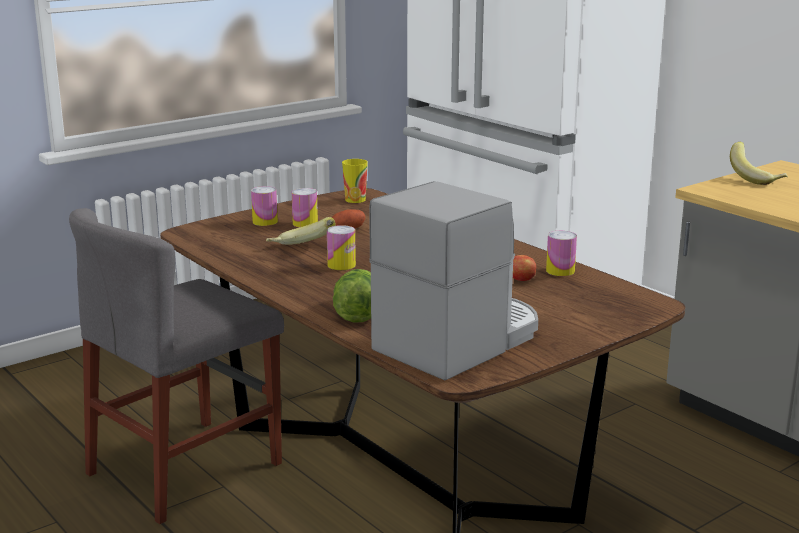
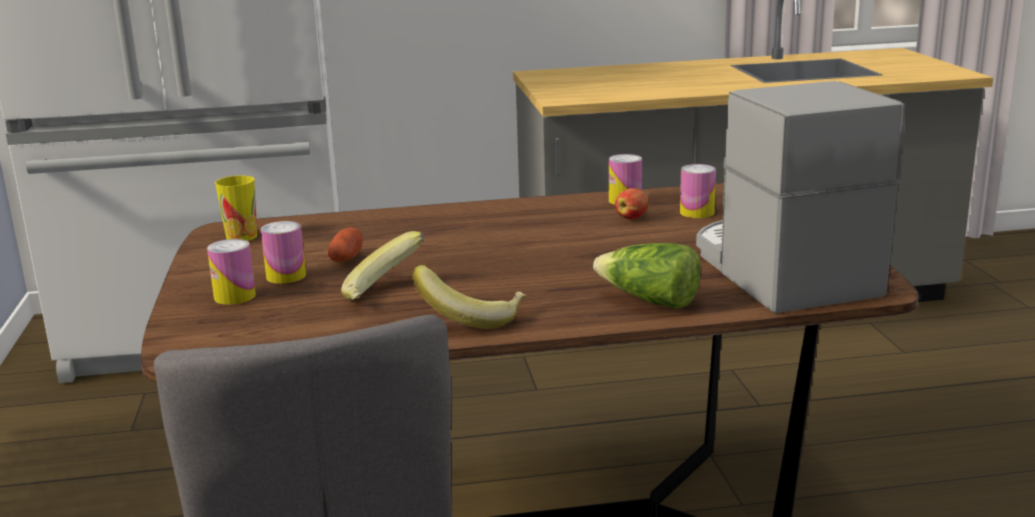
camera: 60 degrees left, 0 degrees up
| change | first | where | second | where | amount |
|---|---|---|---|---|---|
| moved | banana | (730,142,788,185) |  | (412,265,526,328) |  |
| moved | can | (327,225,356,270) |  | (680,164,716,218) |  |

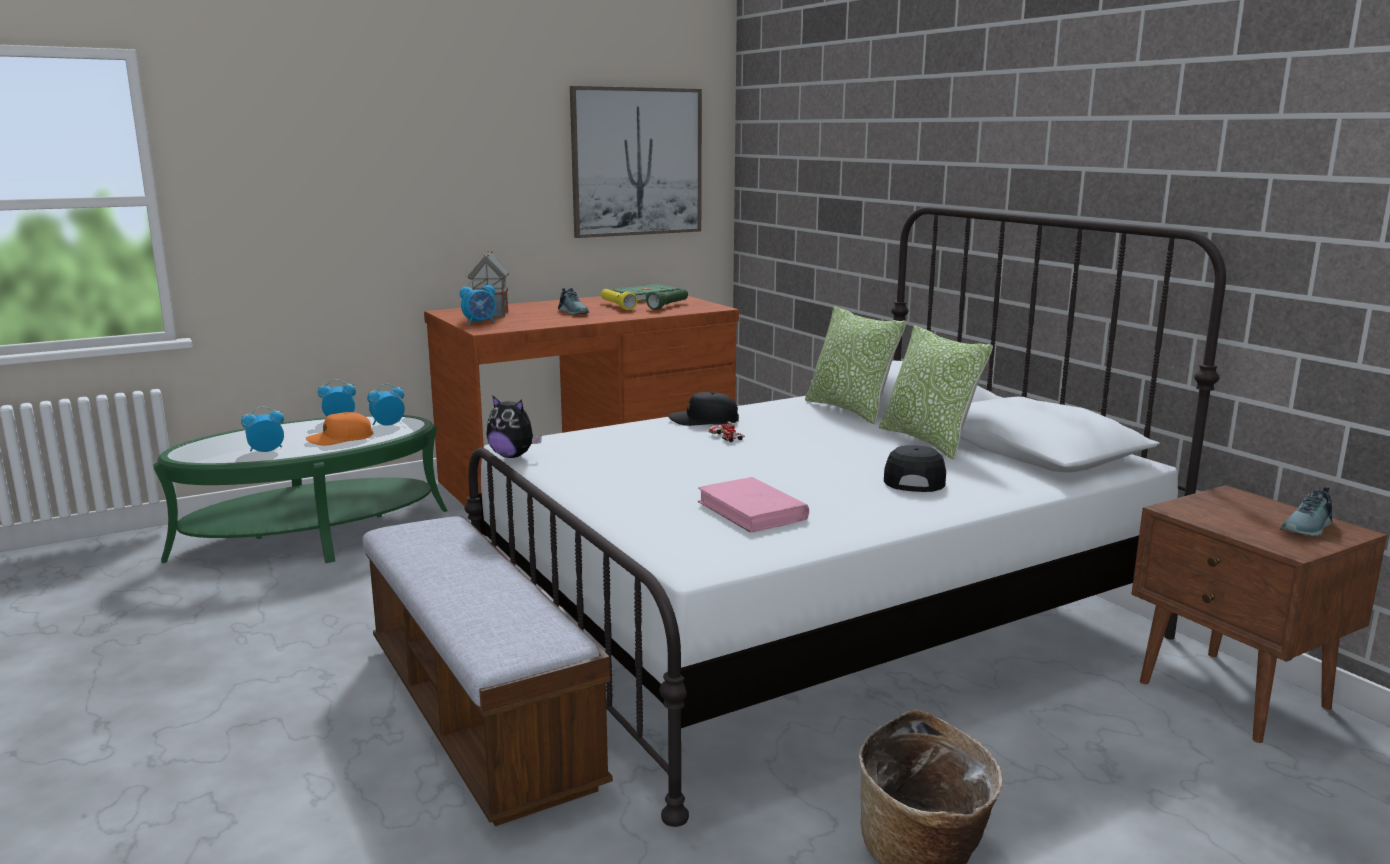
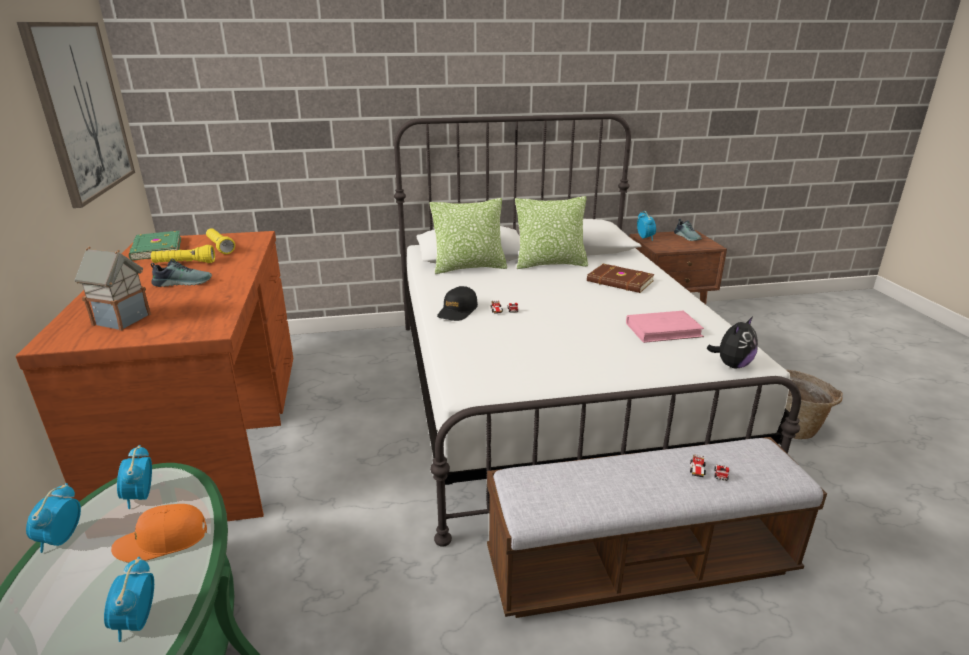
camera: 70 degrees left, 10 degrees up
| change | first | where | second | where | amount |
|---|---|---|---|---|---|
| moved | alarm clock | (460,279,496,325) |  | (637,211,656,241) |  |
| recoloured | green flashlight | (646,289,688,310) | yellow flashlight | (206,228,235,254) |  |
| moved | plush toy | (487,395,542,458) |  | (707,317,758,369) |  |
| turned | orange cap | (306,412,374,446) |  | (111,504,207,562) | 75 degrees clockwise |
| replaced | black cap | (884,445,946,492) | brown book | (587,264,655,293) |  |
| added |  |  | toy car | (690,454,729,481) |  |

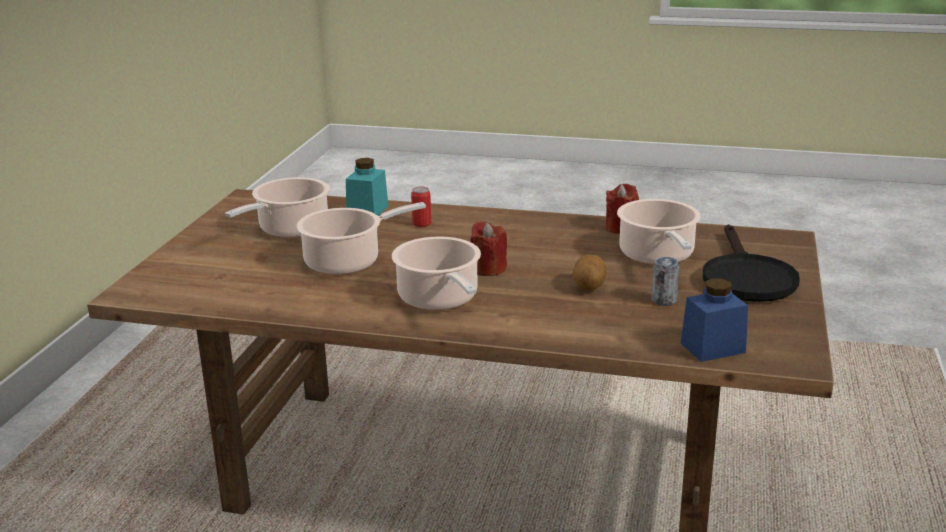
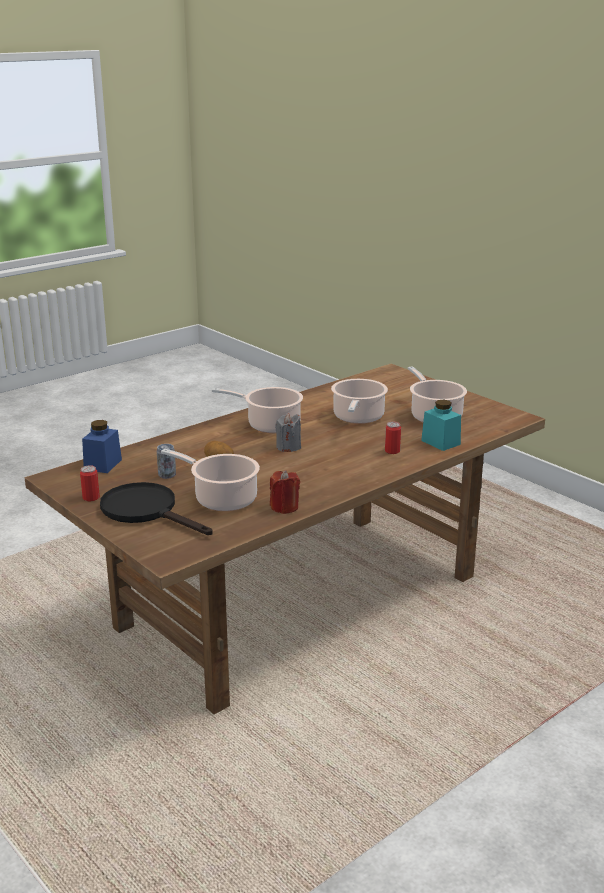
camera: 125 degrees right, 0 degrees up
| change | first | where | second | where | amount |
|---|---|---|---|---|---|
| recoloured | red candle | (471,221,507,276) | grey candle | (275,413,301,452) |  |
| added |  |  | can | (80,465,100,501) |  |

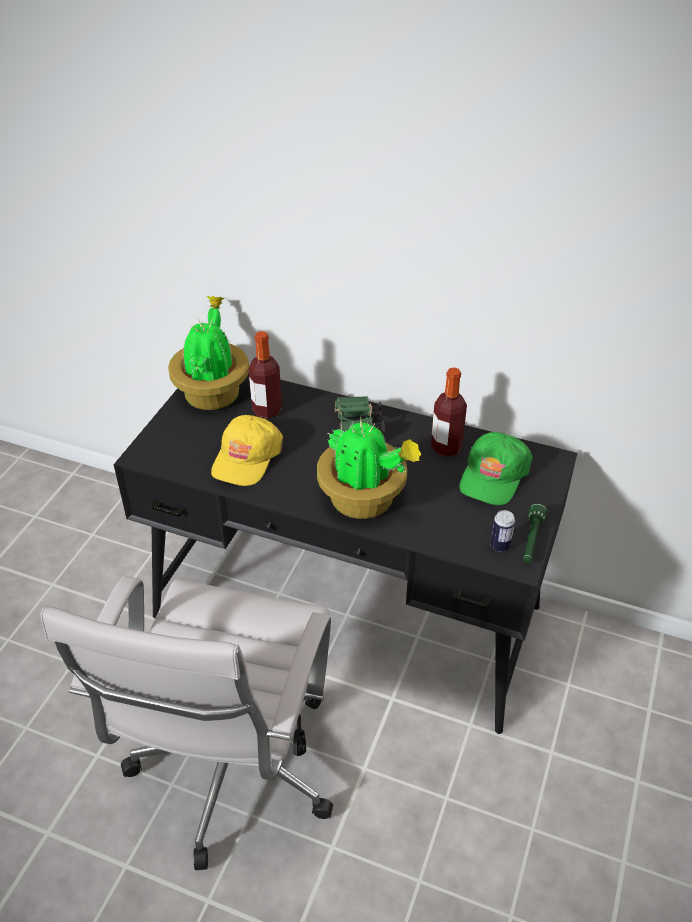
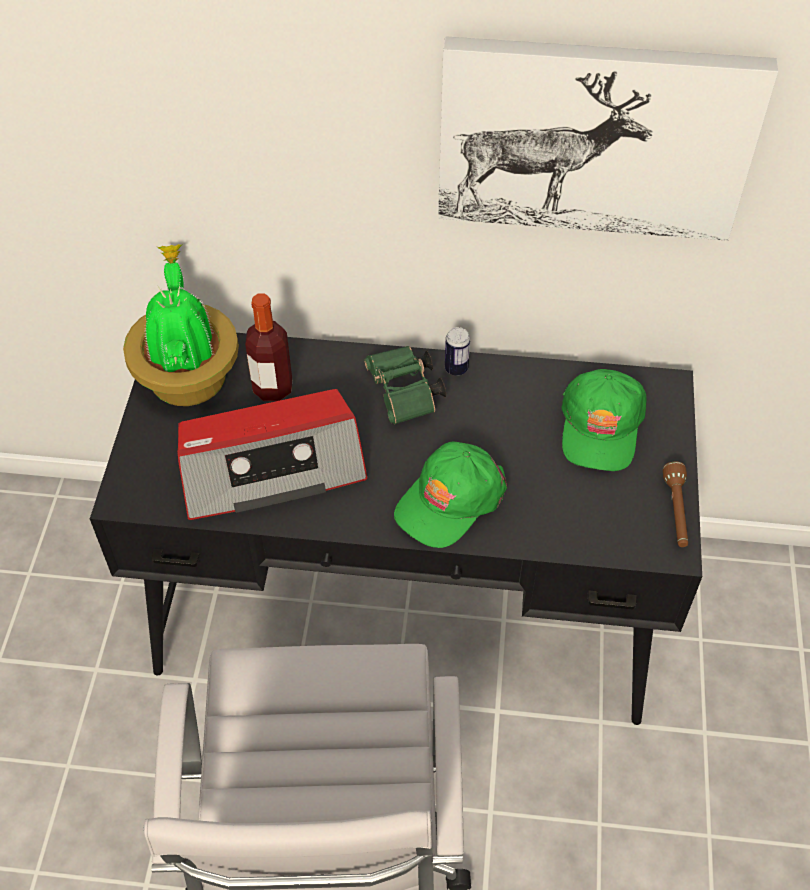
camera: 15 degrees left, 10 degrees up
| change | first | where | second | where | amount |
|---|---|---|---|---|---|
| removed | bottle | (431,367,467,457) |  |  |  |
| replaced | yellow cap | (211,415,283,486) | radio | (177,389,367,520) |  |
| replaced | potted plant | (317,419,421,519) | green cap | (394,441,507,548) |  |
| recoloured | green flashlight | (523,504,547,563) | brown flashlight | (663,462,688,547) |  |
| moved | can | (490,510,515,552) |  | (445,327,470,376) |  |
| added |  |  | picture | (438,36,778,241) |  |

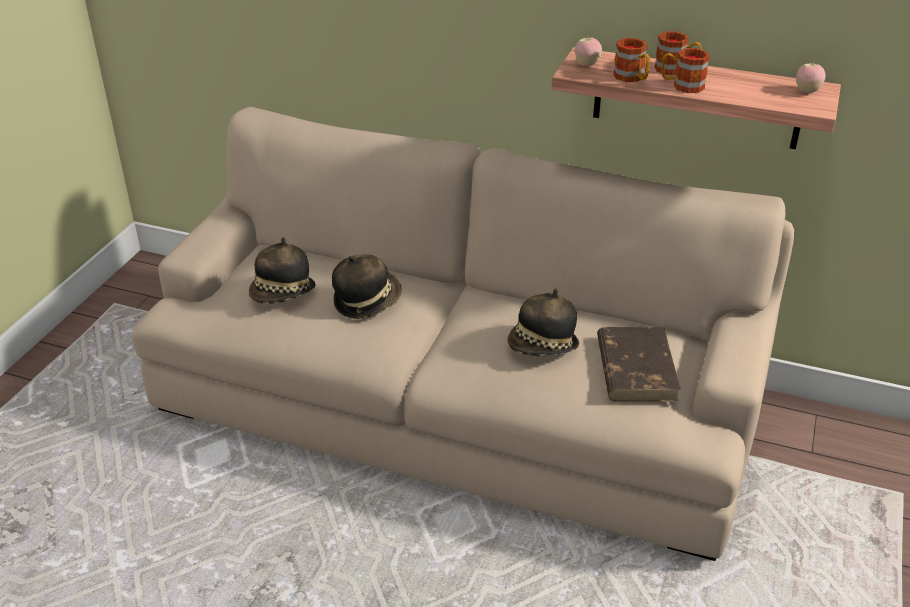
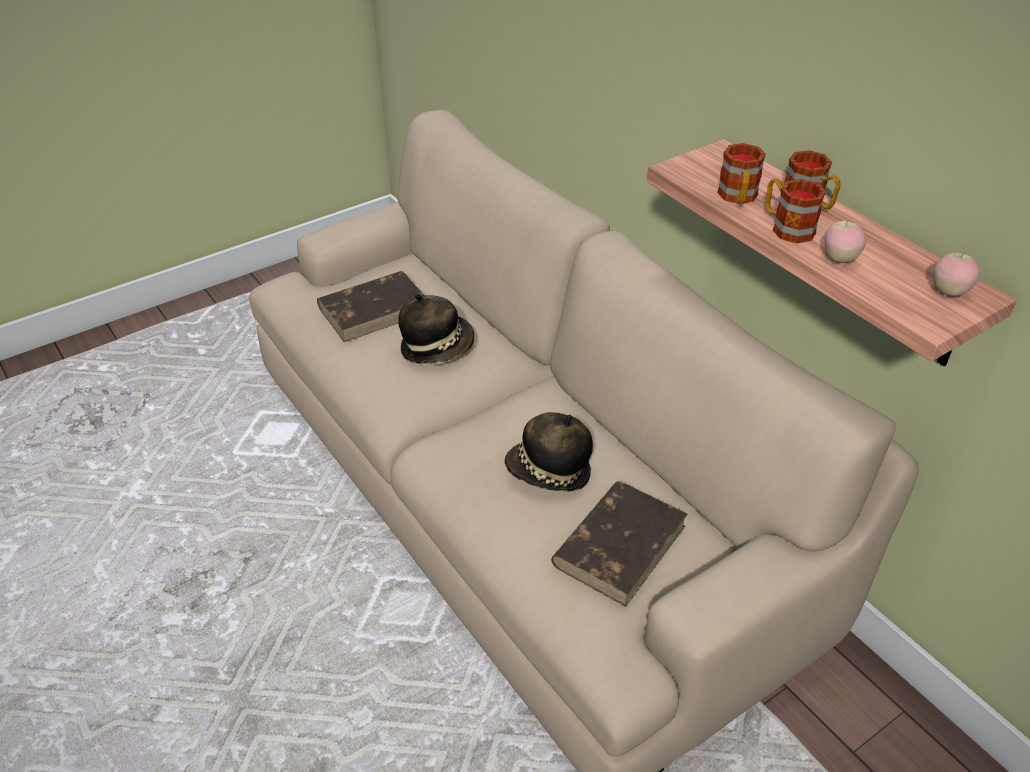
camera: 35 degrees right, 5 degrees up
| change | first | where | second | where | amount |
|---|---|---|---|---|---|
| moved | apple | (575,36,602,66) |  | (825,219,866,263) |  |
| replaced | hat | (249,237,315,304) | brown book | (317,271,425,342) |  |

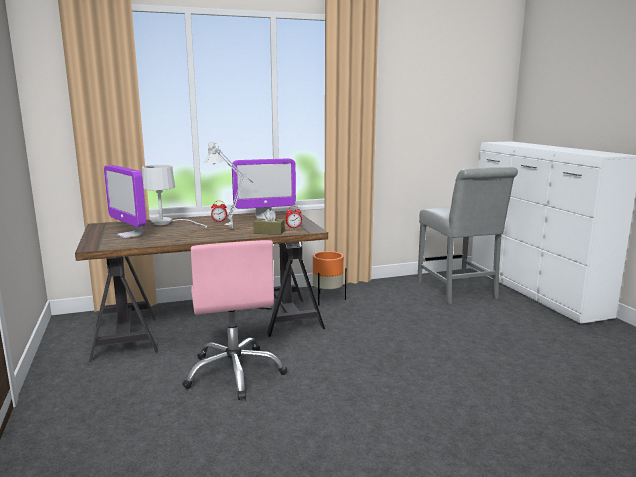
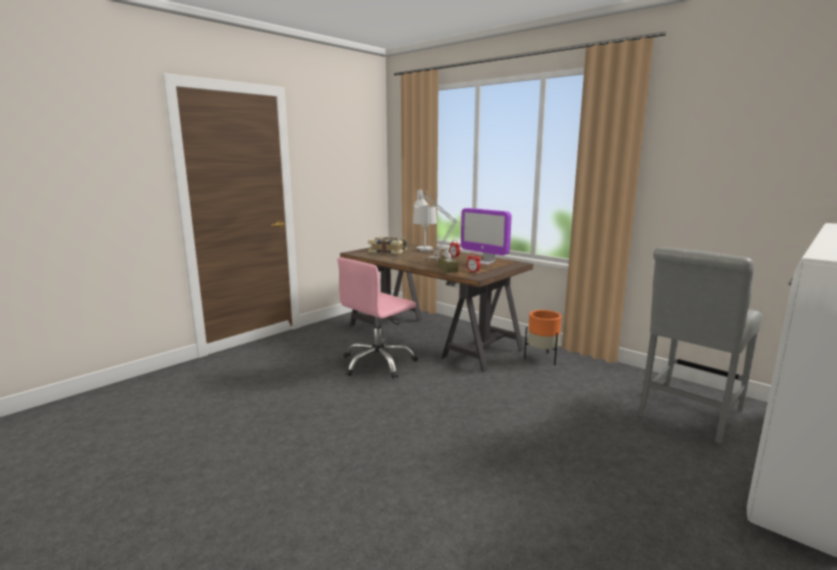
camera: 60 degrees right, 0 degrees up
| change | first | where | second | where | amount |
|---|---|---|---|---|---|
| replaced | monitor | (104,165,146,238) | book | (368,237,407,254) |  |

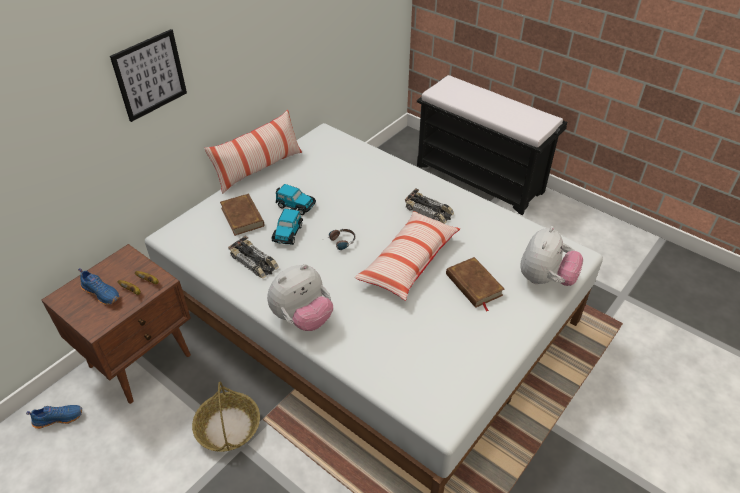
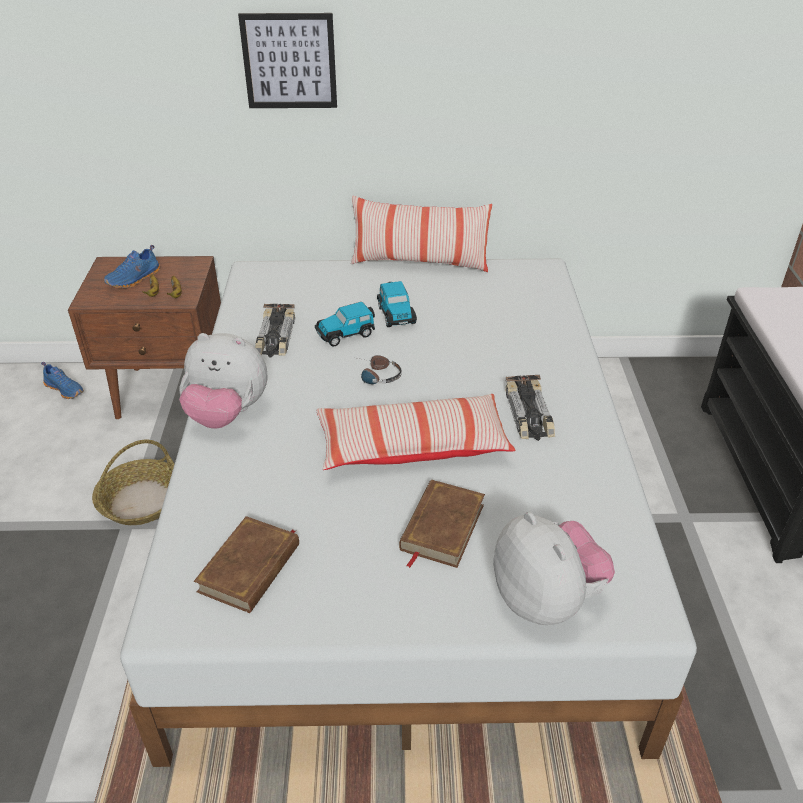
camera: 50 degrees right, 5 degrees down
| change | first | where | second | where | amount |
|---|---|---|---|---|---|
| moved | brown book | (220,194,264,236) |  | (194,516,299,613) |  |
| turned | plush toy | (520,226,583,286) |  | (493,512,615,625) | 105 degrees counterclockwise |
| turned | blue shoe | (78,268,120,305) |  | (104,245,160,288) | 45 degrees clockwise |

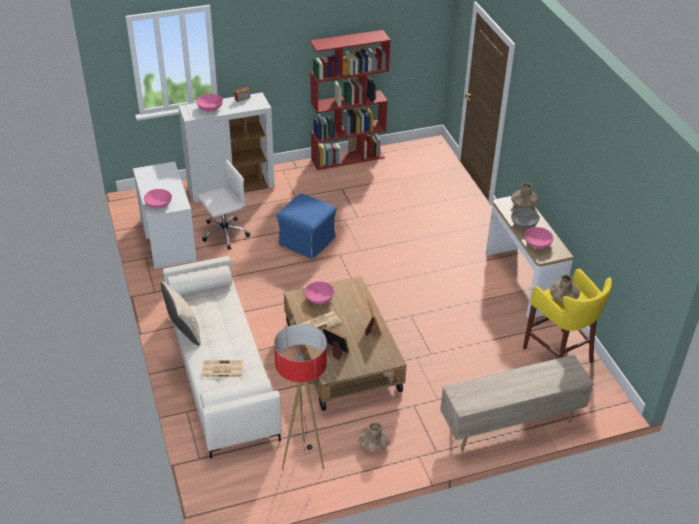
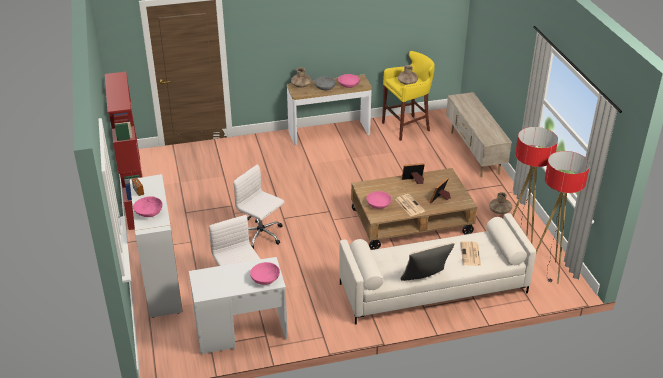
camera: 85 degrees left, 5 degrees down
| change | first | where | second | where | amount |
|---|---|---|---|---|---|
| replaced | blue ottoman | (276,193,337,259) | white office chair | (233,165,285,249) |  |
| added |  |  | floor lamp | (536,151,590,284) |  |

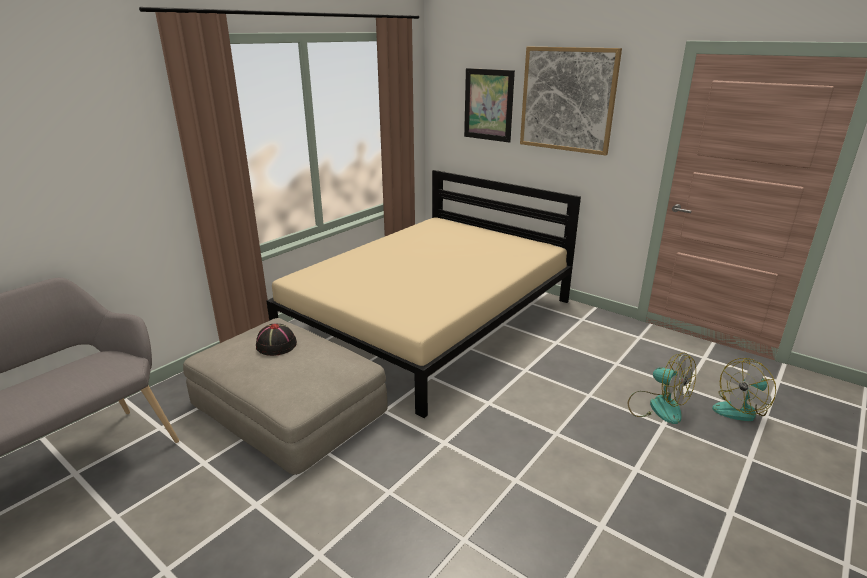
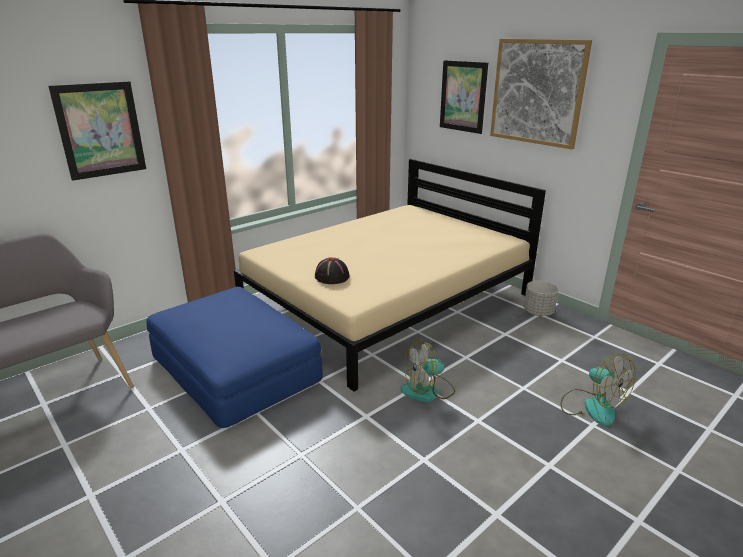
camera: 10 degrees right, 0 degrees up
| change | first | where | second | where | amount |
|---|---|---|---|---|---|
| recoloured | beige ottoman | (183,318,388,475) | blue ottoman | (146,287,323,428) |  |
| moved | black hat | (256,324,297,356) |  | (315,257,349,284) |  |
| moved | fan | (712,358,776,421) |  | (400,339,455,402) |  |
| added |  |  | picture | (49,81,146,181) |  |
| added |  |  | grey planter | (524,281,558,316) |  |

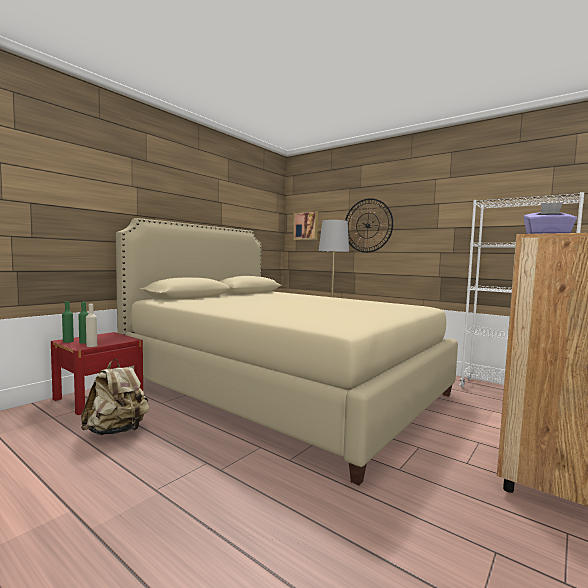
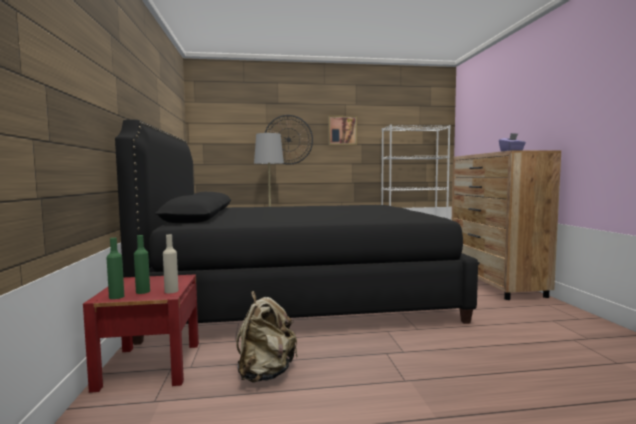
camera: 45 degrees left, 0 degrees up
| change | first | where | second | where | amount |
|---|---|---|---|---|---|
| moved | picture | (293,210,318,240) |  | (328,116,357,145) |  |
| recoloured | beige bed | (116,218,458,485) | black bed | (115,119,478,345) |  |

